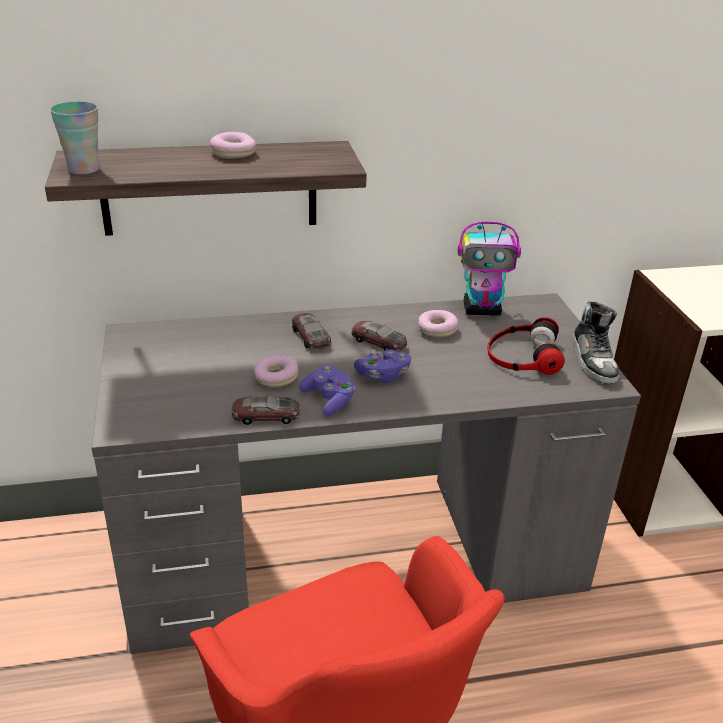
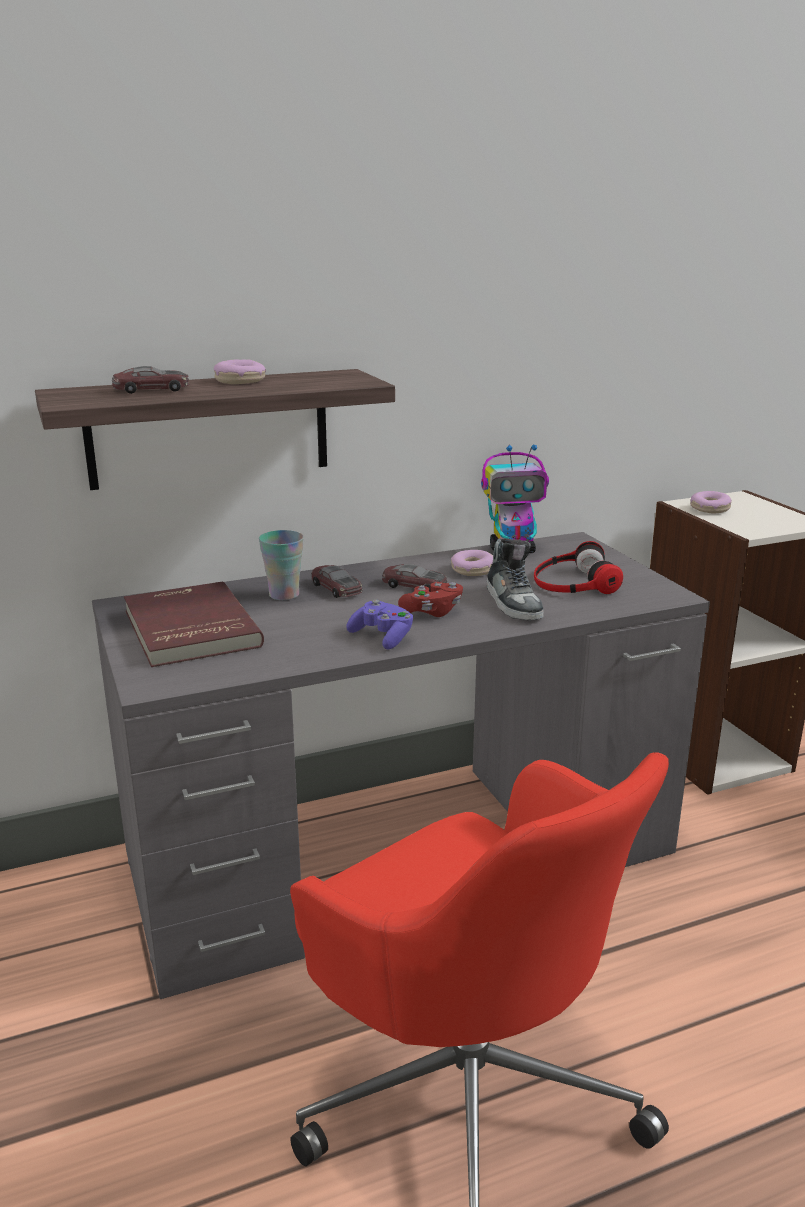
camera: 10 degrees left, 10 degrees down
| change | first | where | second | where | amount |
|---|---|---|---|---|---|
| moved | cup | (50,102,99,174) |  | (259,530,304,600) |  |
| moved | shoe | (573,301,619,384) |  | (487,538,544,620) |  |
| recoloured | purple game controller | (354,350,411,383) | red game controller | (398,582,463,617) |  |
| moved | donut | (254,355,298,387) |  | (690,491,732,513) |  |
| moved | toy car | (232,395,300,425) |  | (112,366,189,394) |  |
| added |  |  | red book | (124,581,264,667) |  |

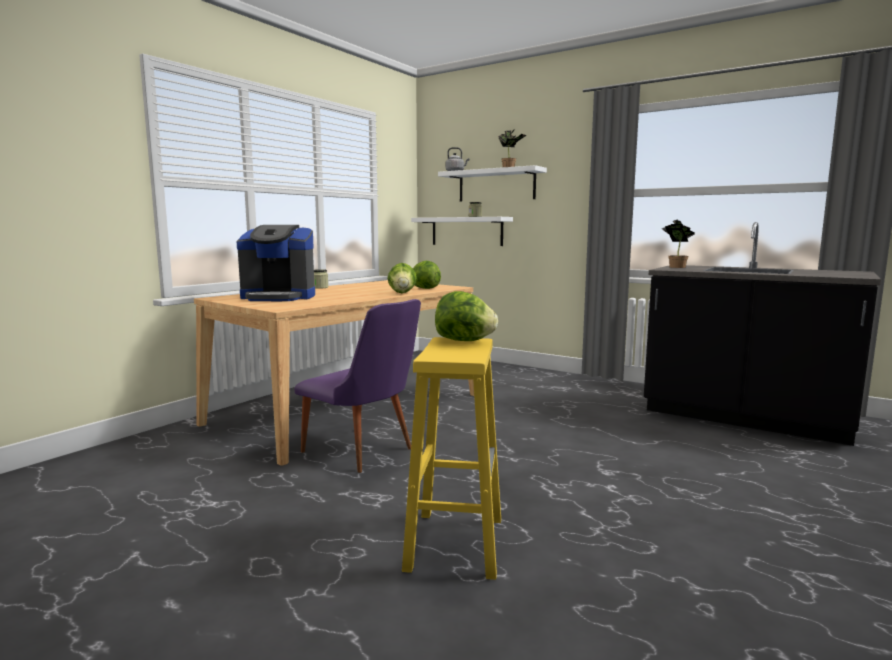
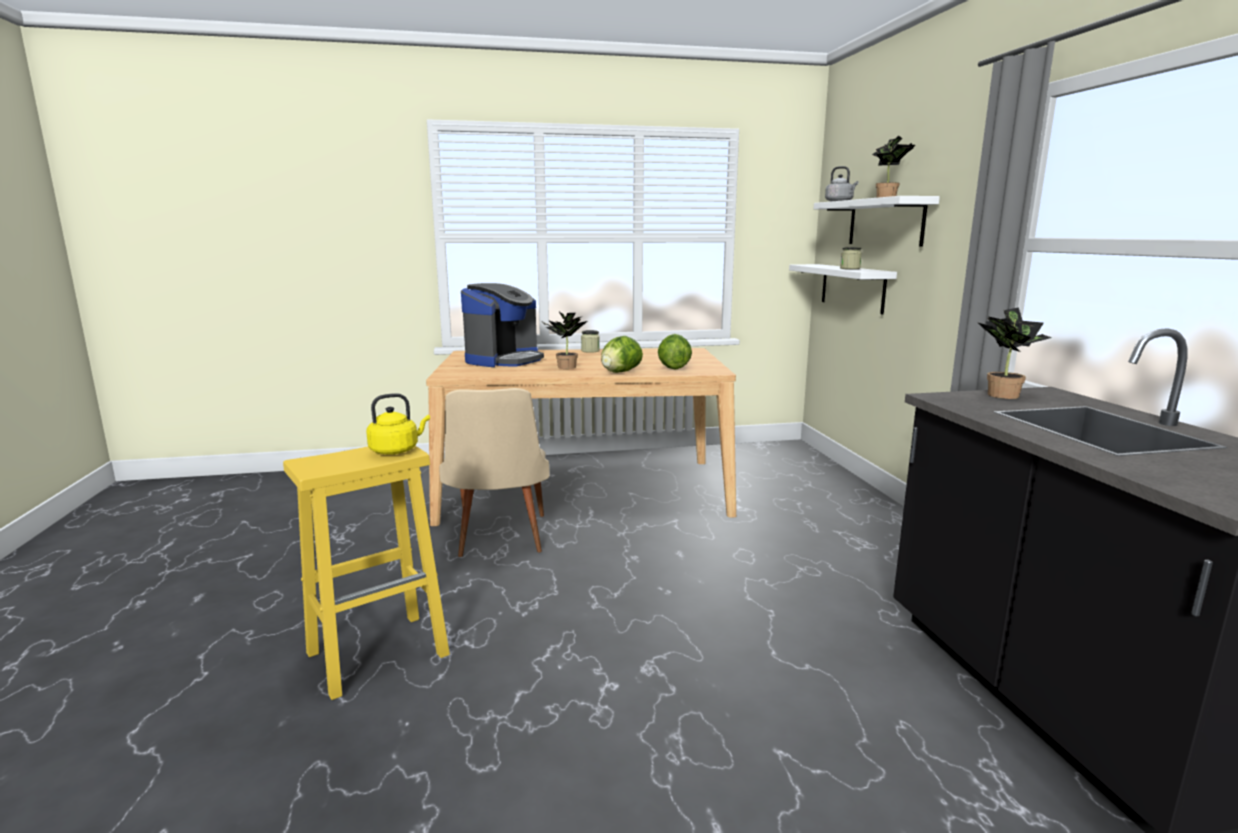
camera: 45 degrees right, 5 degrees up
| change | first | where | second | where | amount |
|---|---|---|---|---|---|
| turned | coffee machine | (236,225,315,301) |  | (461,283,544,367) | 105 degrees counterclockwise |
| replaced | lettuce | (435,291,498,341) | yellow kettle | (366,393,430,455) |  |
| recoloured | purple chair | (294,299,421,473) | beige chair | (439,388,550,557) |  |
| added |  |  | potted plant | (543,311,587,369) |  |

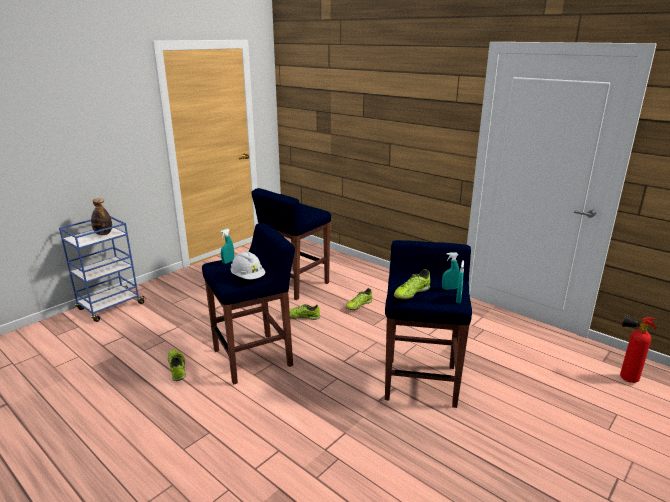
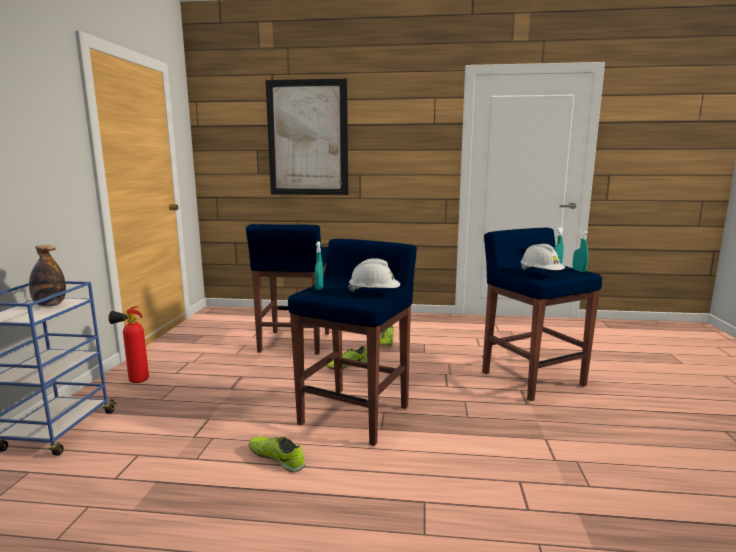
camera: 35 degrees left, 10 degrees down
| change | first | where | second | where | amount |
|---|---|---|---|---|---|
| replaced | shoe | (394,269,430,300) | white hard hat | (521,244,565,270) |  |
| moved | fire extinguisher | (620,315,657,383) |  | (108,306,149,383) |  |
| added |  |  | picture | (265,78,349,195) |  |

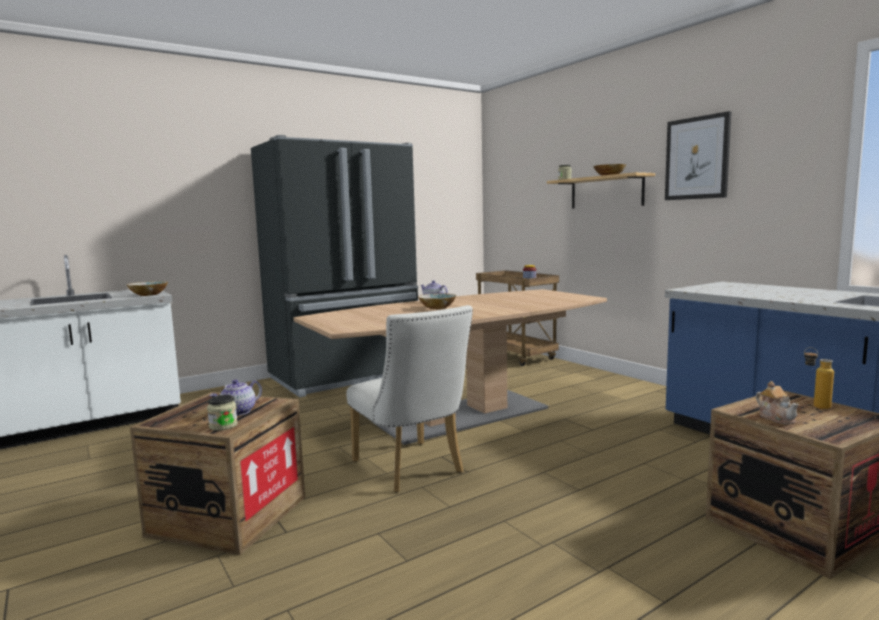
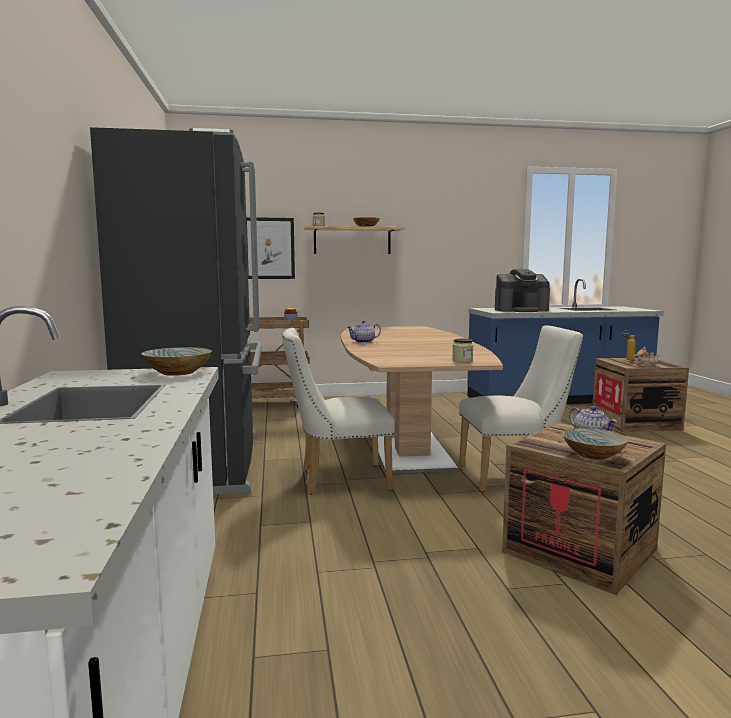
camera: 65 degrees left, 0 degrees up
| change | first | where | second | where | amount |
|---|---|---|---|---|---|
| moved | picture | (665,111,732,200) |  | (246,217,295,279) |  |
| moved | bowl | (418,293,456,309) |  | (562,428,629,460) |  |
| moved | jar | (207,395,238,431) |  | (452,339,473,363) |  |
| added |  |  | coffee machine | (495,269,550,312) |  |
| added |  |  | white chair | (282,328,395,495) |  |

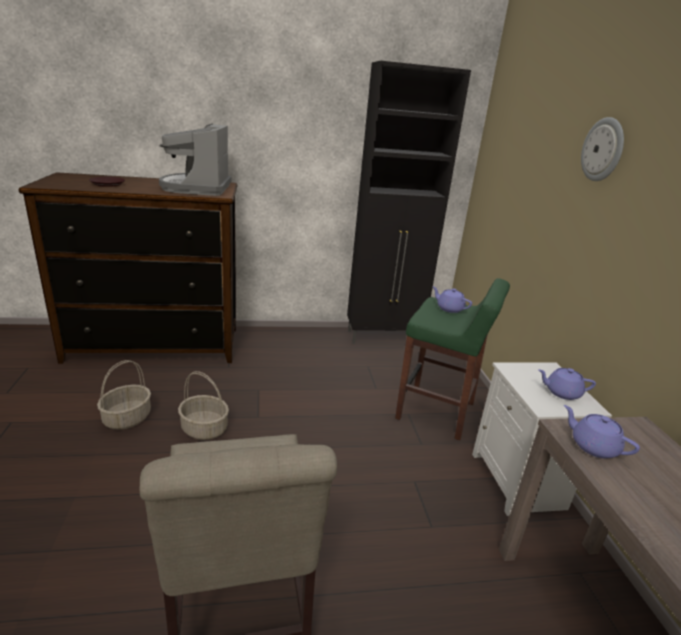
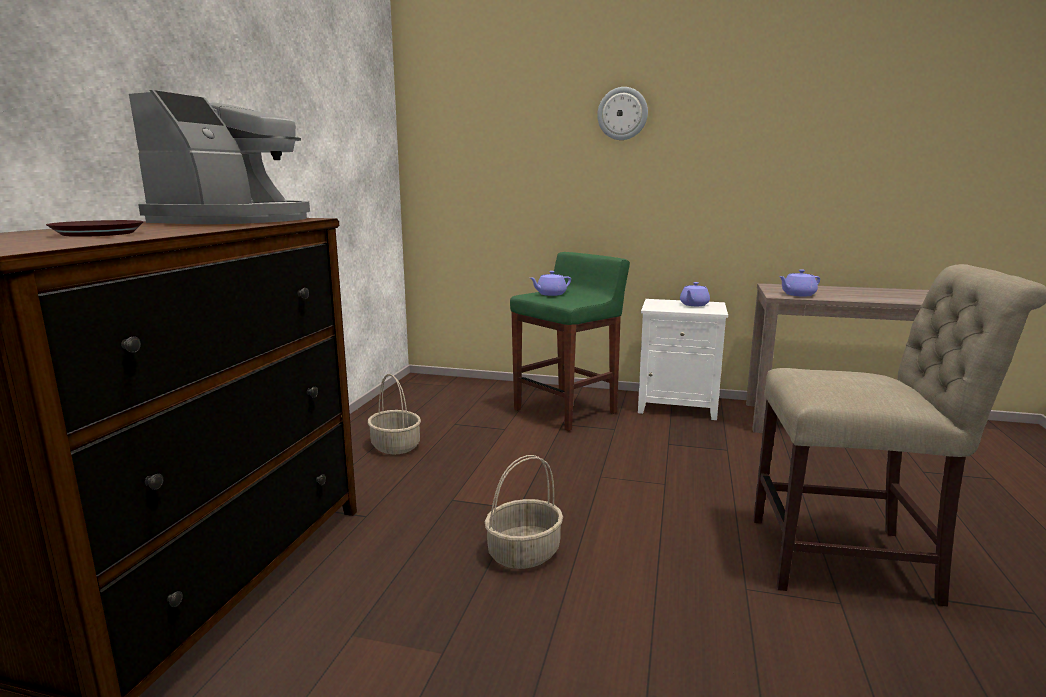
camera: 65 degrees left, 10 degrees down
| change | first | where | second | where | amount |
|---|---|---|---|---|---|
| removed | black cabinet | (347,61,471,344) |  |  |  |
| turned | coffee machine | (159,123,231,196) |  | (129,90,310,224) | 90 degrees counterclockwise |
| moved | basket | (97,360,151,430) |  | (368,374,421,454) |  |

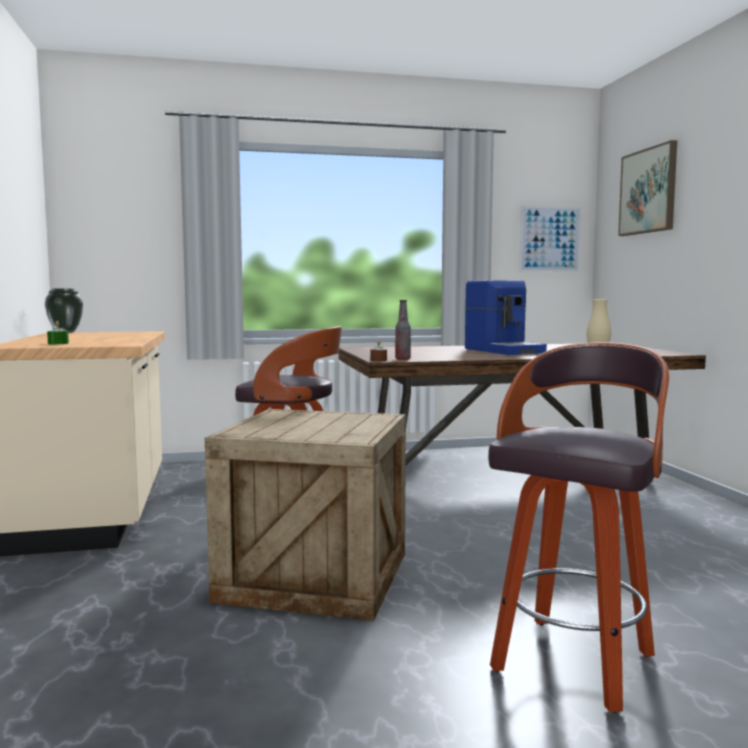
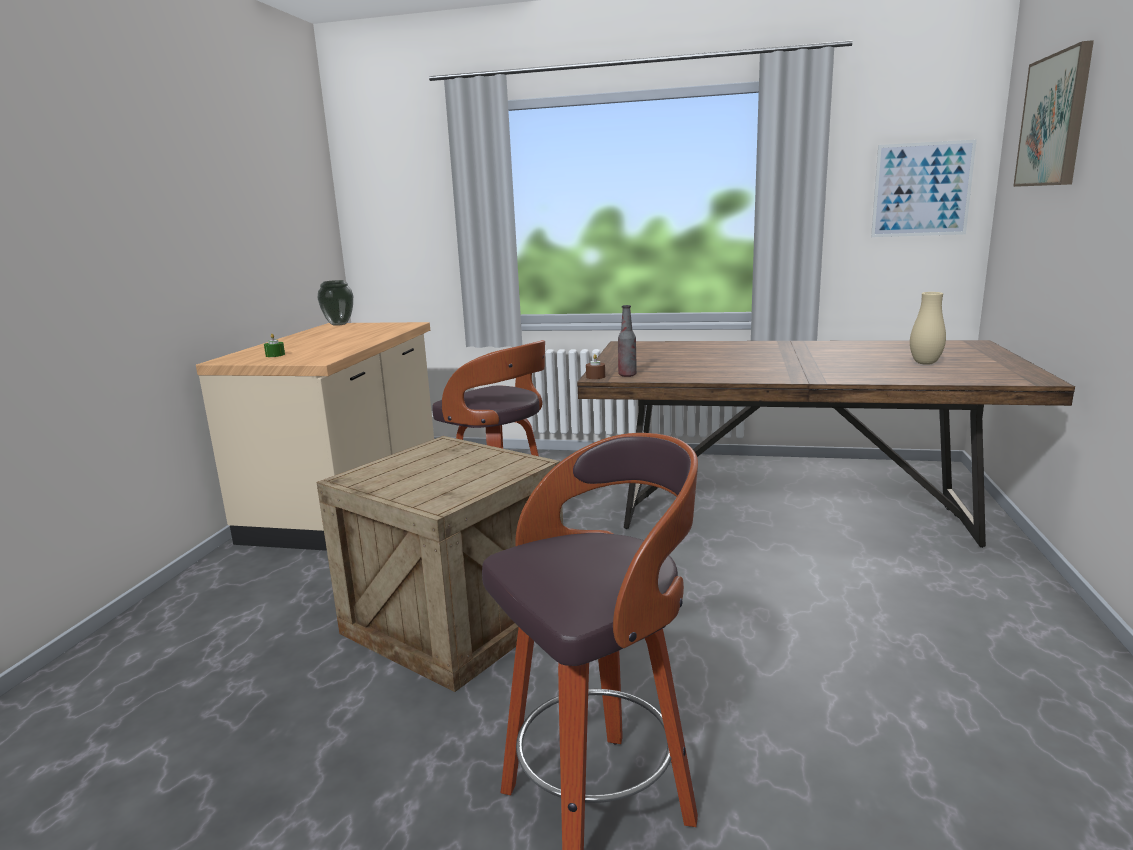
camera: 25 degrees right, 10 degrees up
| change | first | where | second | where | amount |
|---|---|---|---|---|---|
| removed | coffee machine | (465,280,547,355) |  |  |  |

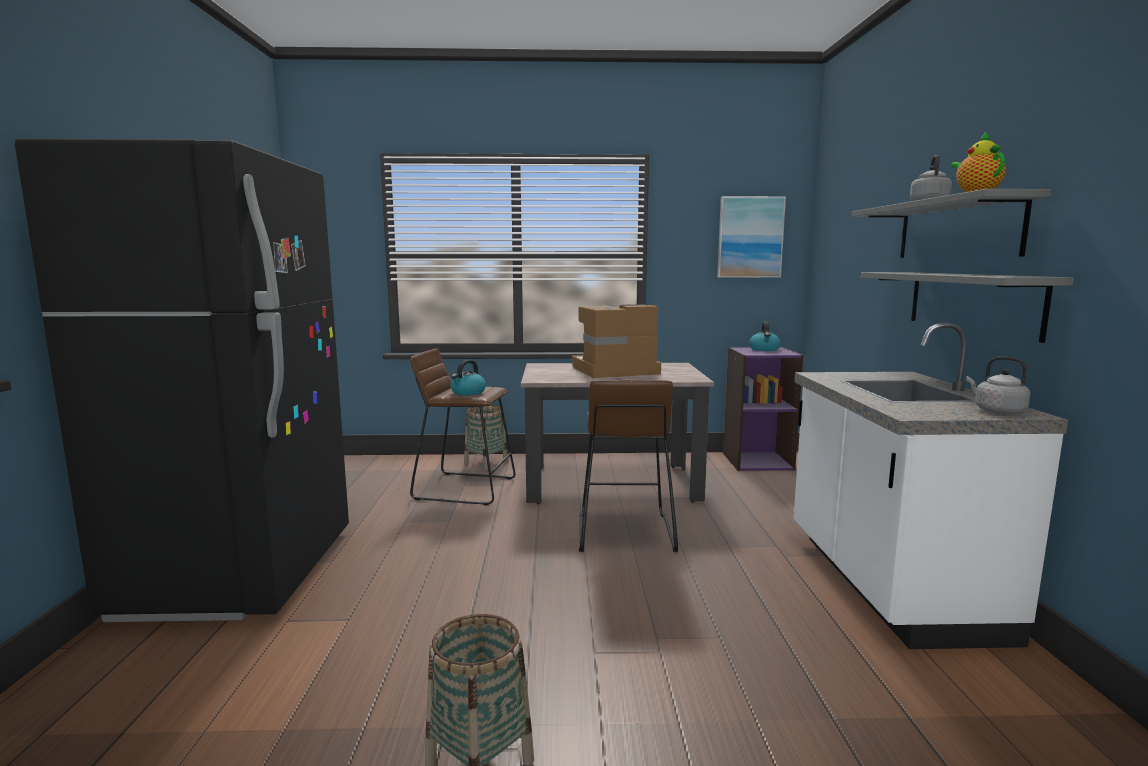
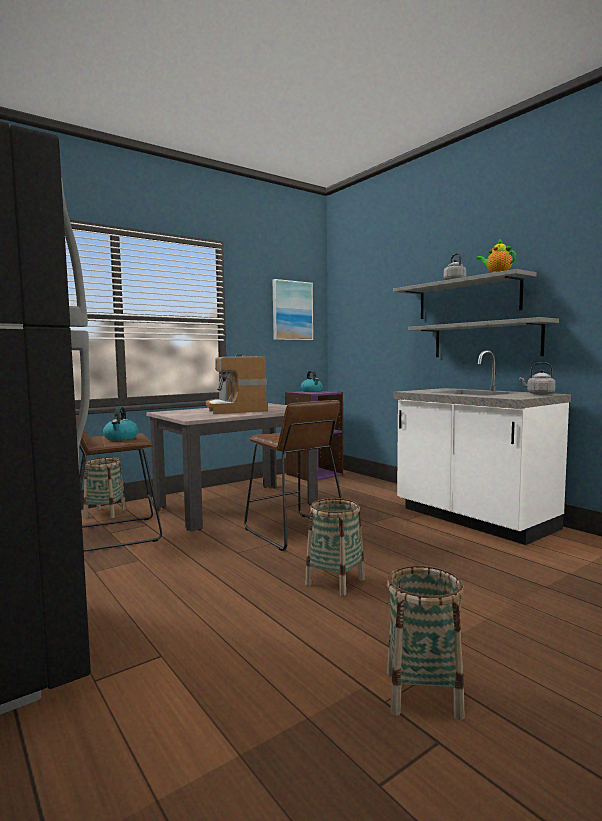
camera: 35 degrees left, 5 degrees down
| change | first | where | second | where | amount |
|---|---|---|---|---|---|
| turned | coffee machine | (572,304,661,378) |  | (206,354,268,414) | 60 degrees counterclockwise |
| added |  |  | basket | (305,498,365,596) |  |

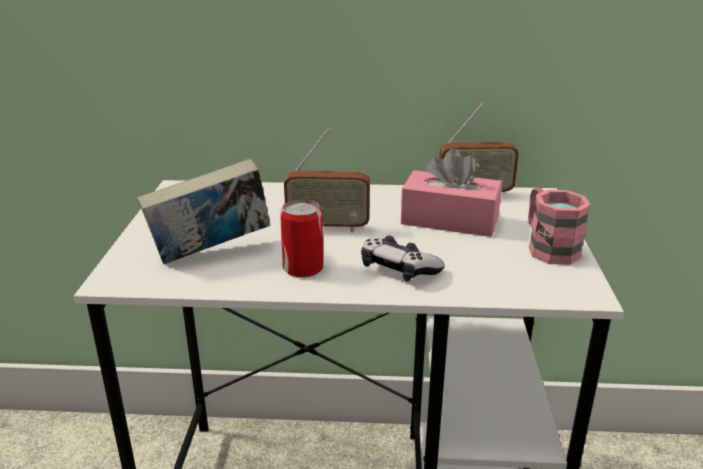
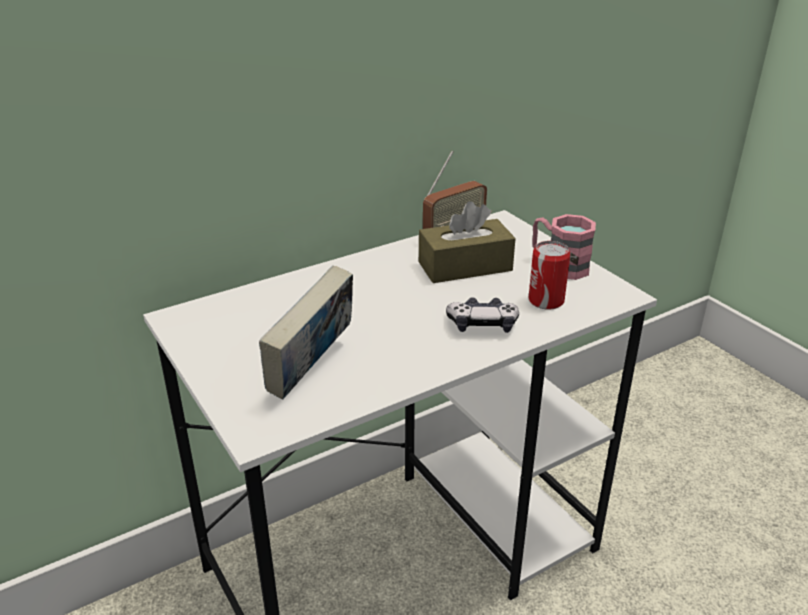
camera: 35 degrees left, 5 degrees up
| change | first | where | second | where | amount |
|---|---|---|---|---|---|
| removed | radio | (284,128,370,232) |  |  |  |
| recoloured | pink tissue box | (401,148,502,237) | brown tissue box | (419,201,516,283) |  |
| moved | can | (280,199,324,278) |  | (528,241,571,310) |  |

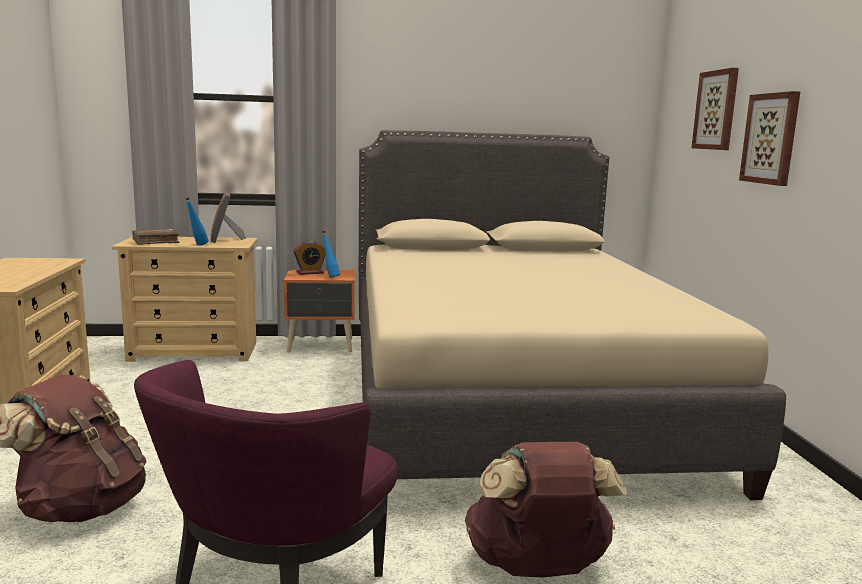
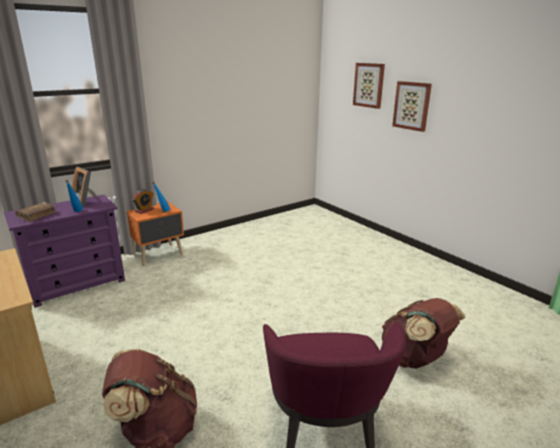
camera: 30 degrees left, 10 degrees up
| change | first | where | second | where | amount |
|---|---|---|---|---|---|
| removed | beige bed | (359,130,786,500) |  |  |  |
| recoloured | beige dresser | (112,236,258,362) | purple dresser | (4,194,125,308) |  |

